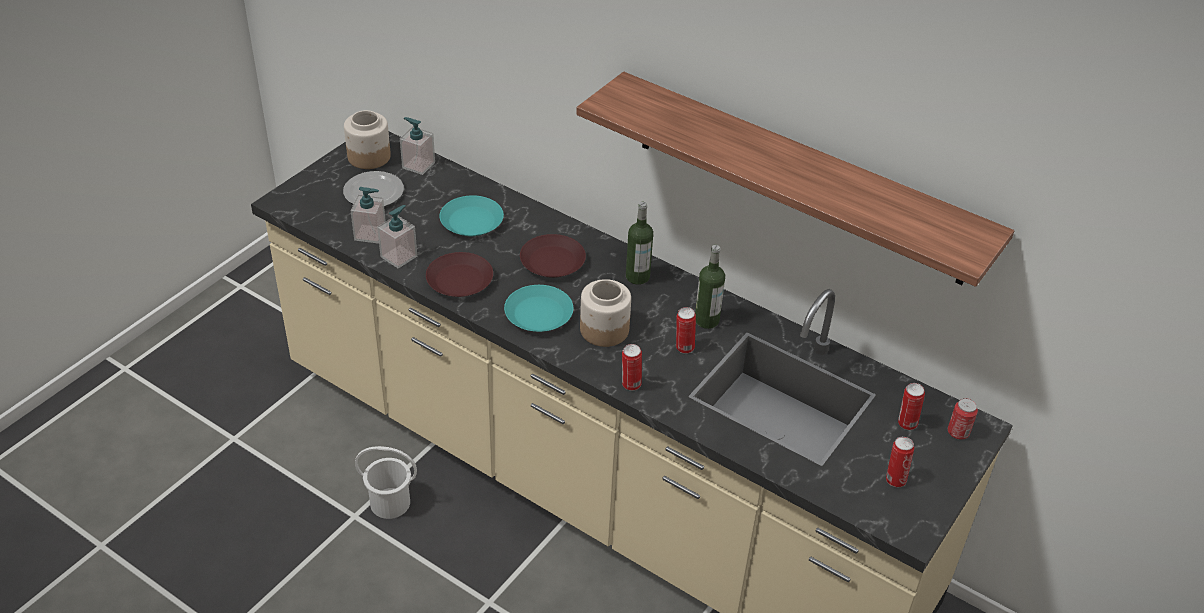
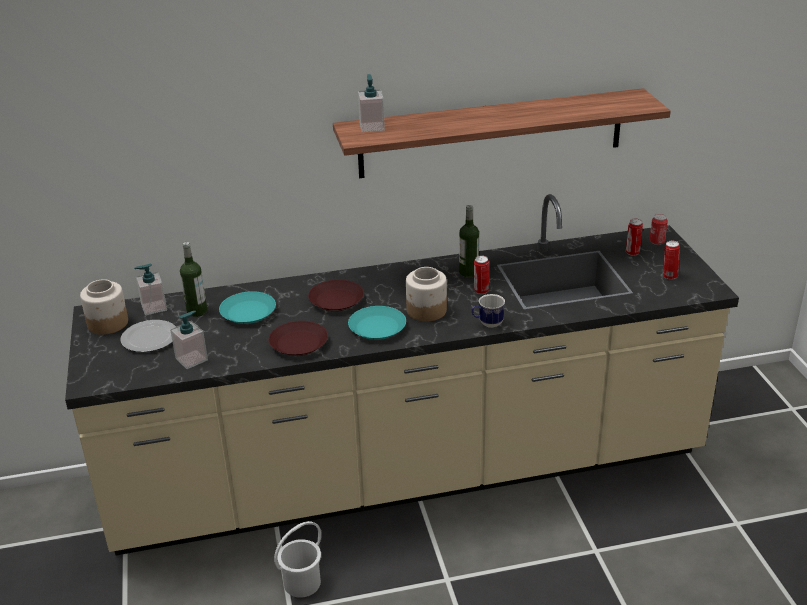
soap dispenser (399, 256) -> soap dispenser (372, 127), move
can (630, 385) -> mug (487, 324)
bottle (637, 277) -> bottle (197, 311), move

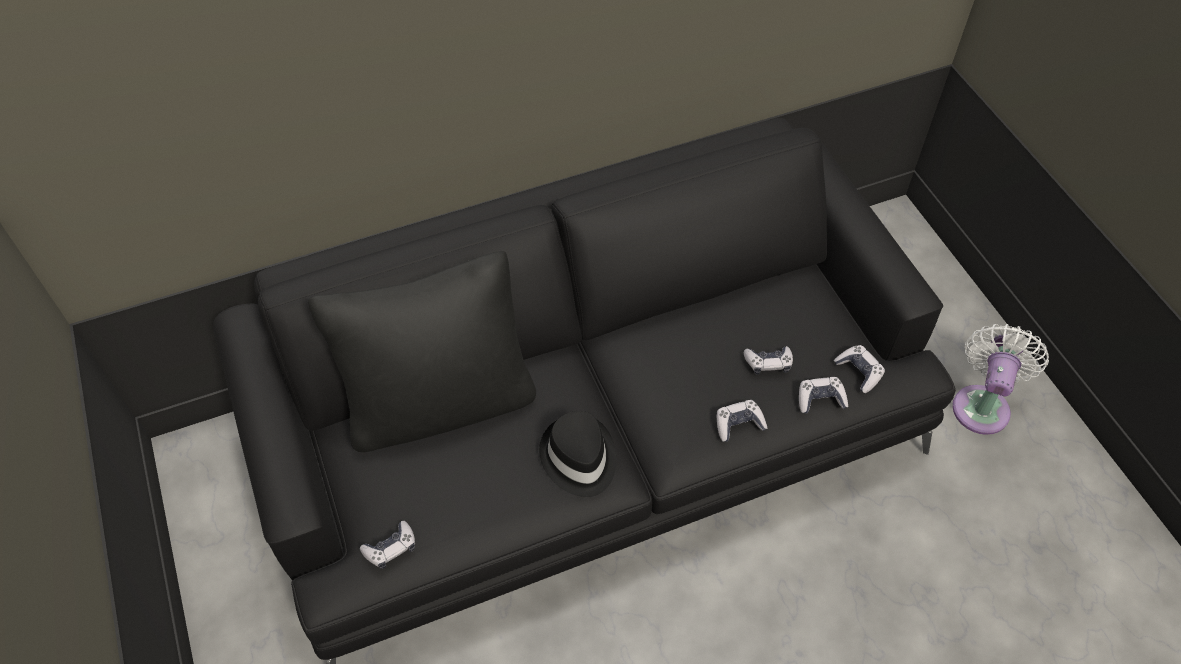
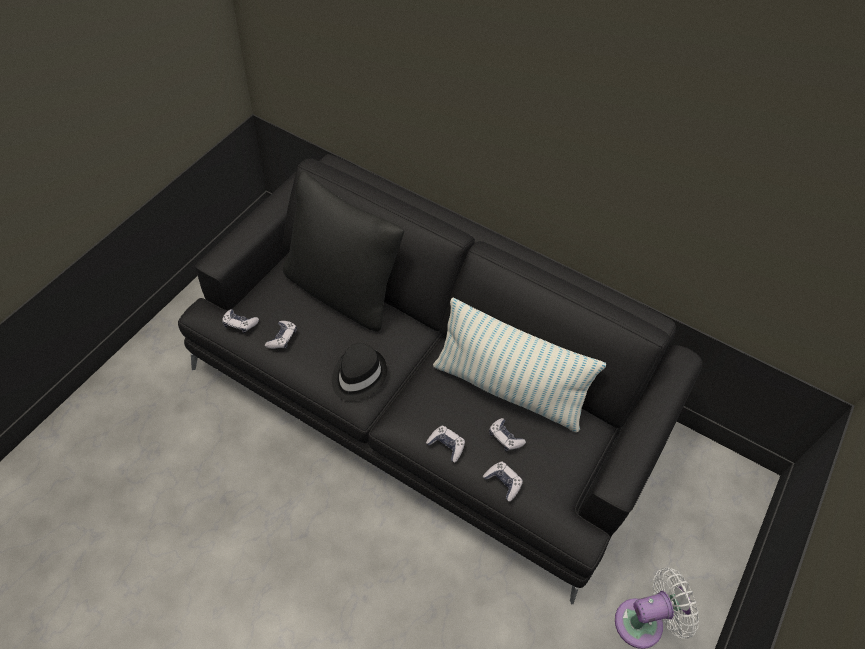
game controller (859, 372) -> game controller (282, 338), move
none -> pillow (508, 389)

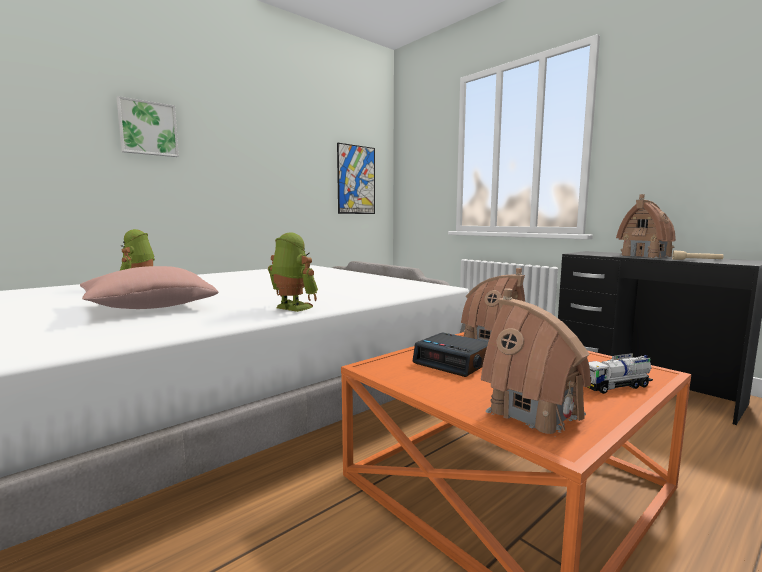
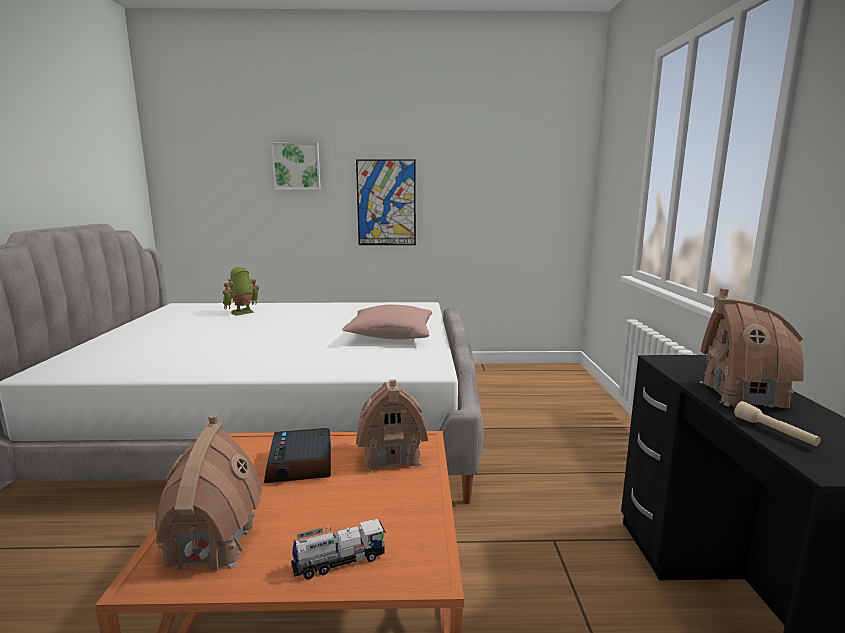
pillow/pink (148, 307) -> pillow/pink (390, 336), move
toy robot (291, 308) -> none
picture (356, 180) -> picture (386, 203), move
toy truck (616, 386) -> toy truck (339, 561), 135 degrees clockwise

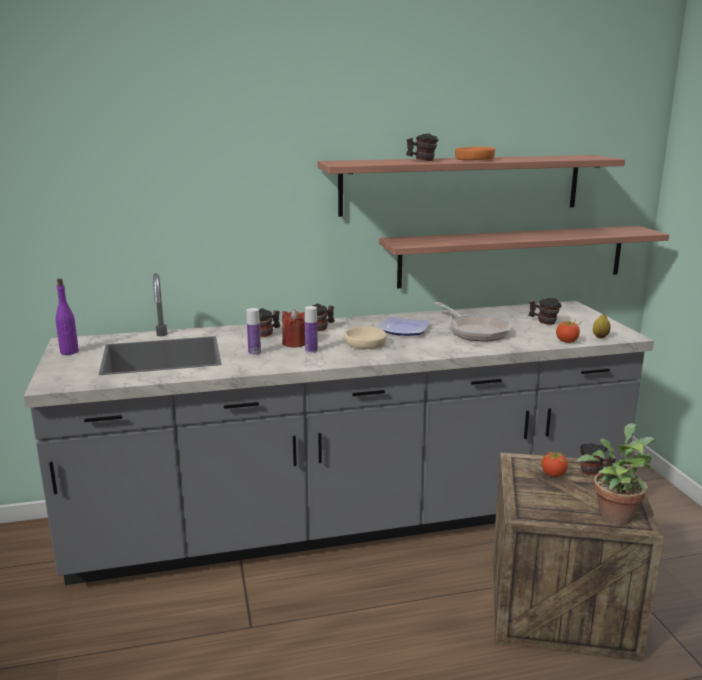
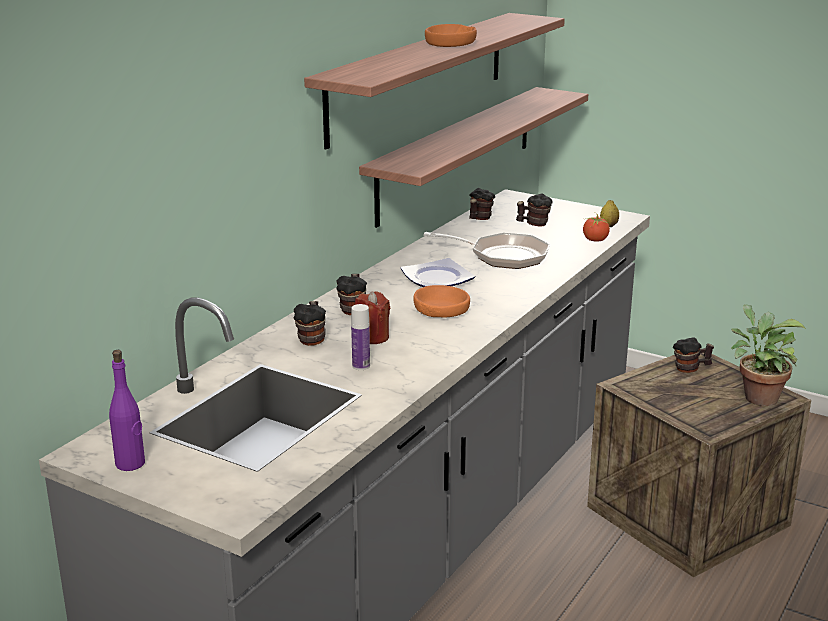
bottle (311, 351) -> none
bowl/beige (365, 344) -> bowl/orange (441, 309)
mug (421, 160) -> mug (479, 219), move
tomato (553, 474) -> none

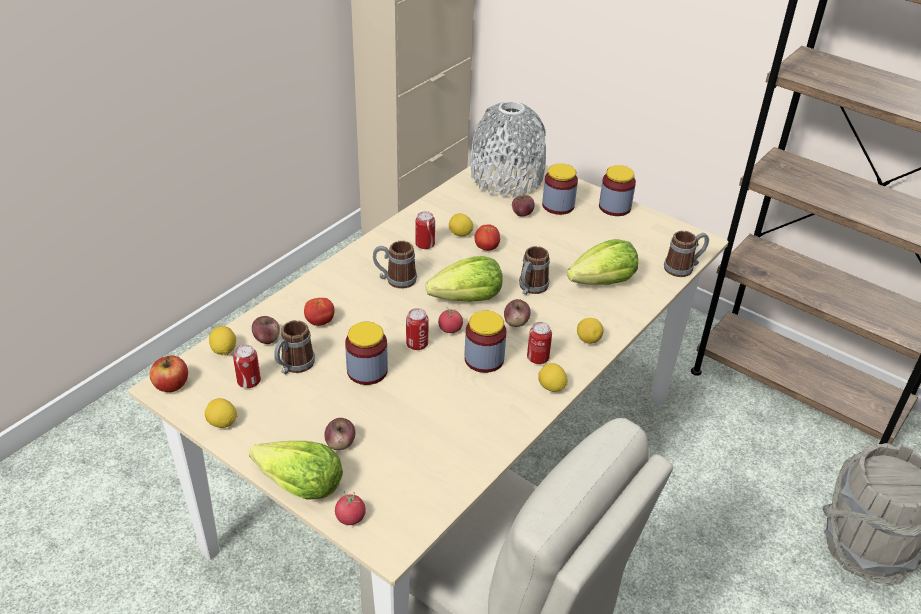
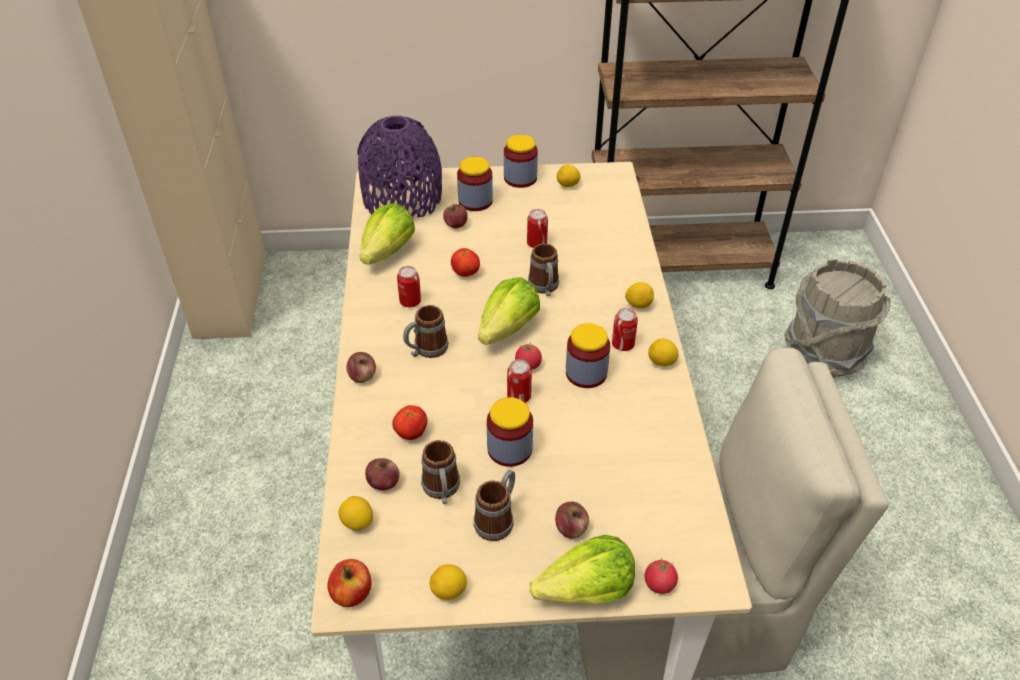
can (249, 382) -> can (537, 243), move
lemon (460, 234) -> lemon (568, 185), move
vase/grey (506, 178) -> vase/purple (402, 199)
apple (516, 322) -> apple (362, 376), move
lettuce (603, 282) -> lettuce (388, 252), move
mug (683, 268) -> mug (498, 518), move

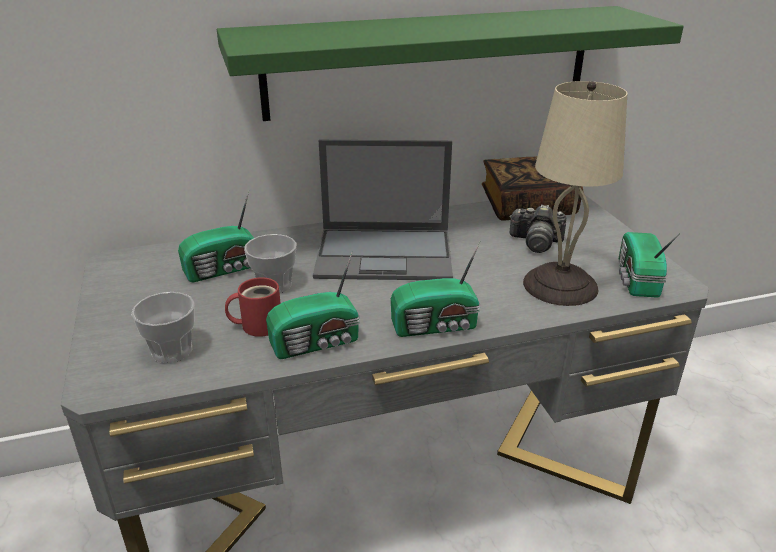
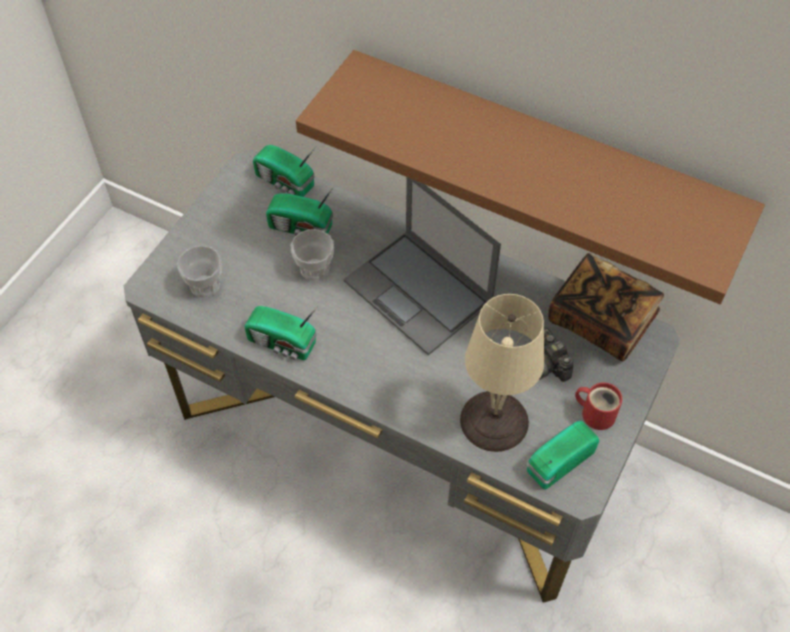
shelf/green (430, 62) -> shelf/brown (542, 154)
mug/red (258, 324) -> mug/red (596, 412), move
radio (437, 326) -> radio (285, 183), move

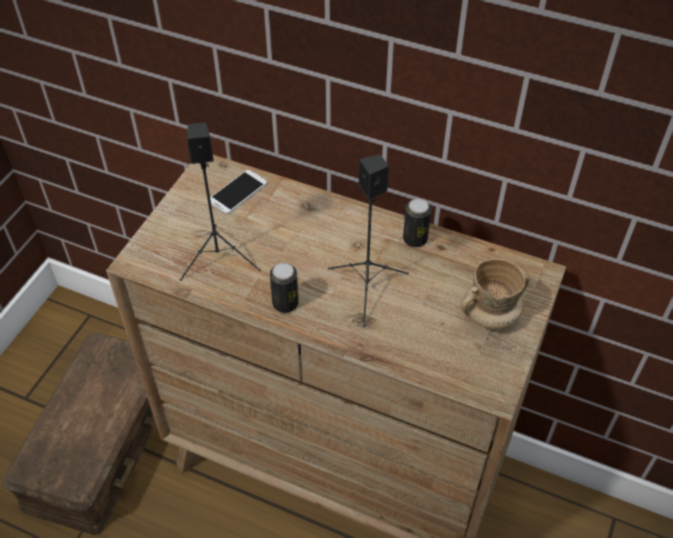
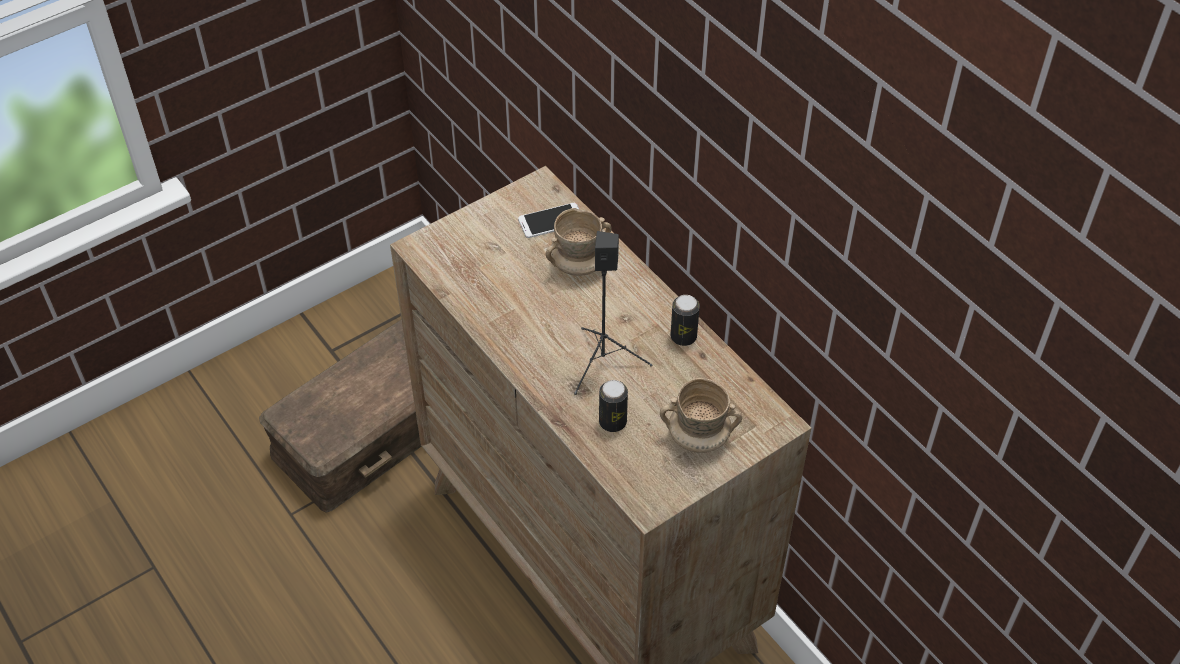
speaker/black (219, 257) -> none
can (285, 303) -> can (612, 422), move
none -> mug/beige (579, 265)

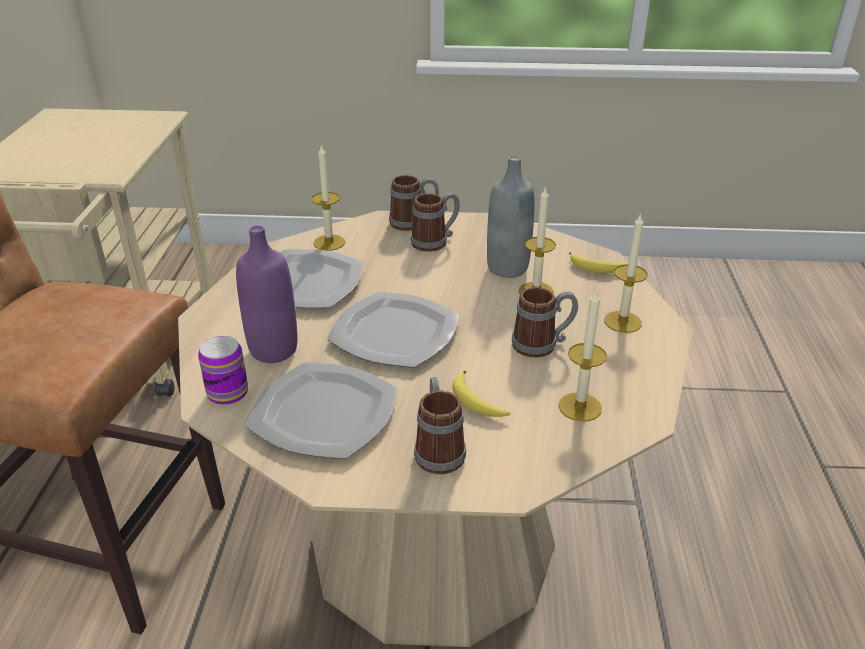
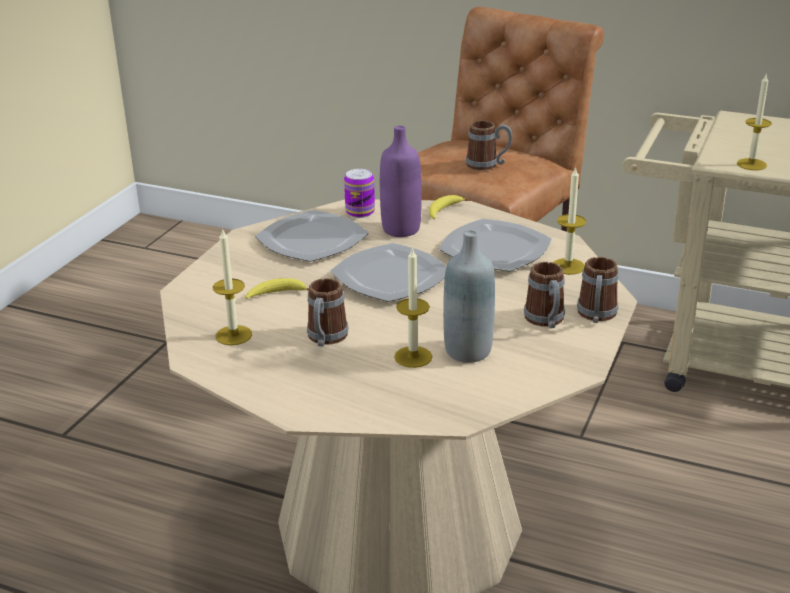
mug (438, 449) -> mug (488, 165), move
banana (598, 268) -> banana (443, 211), move
candle (622, 322) -> candle (751, 164), move

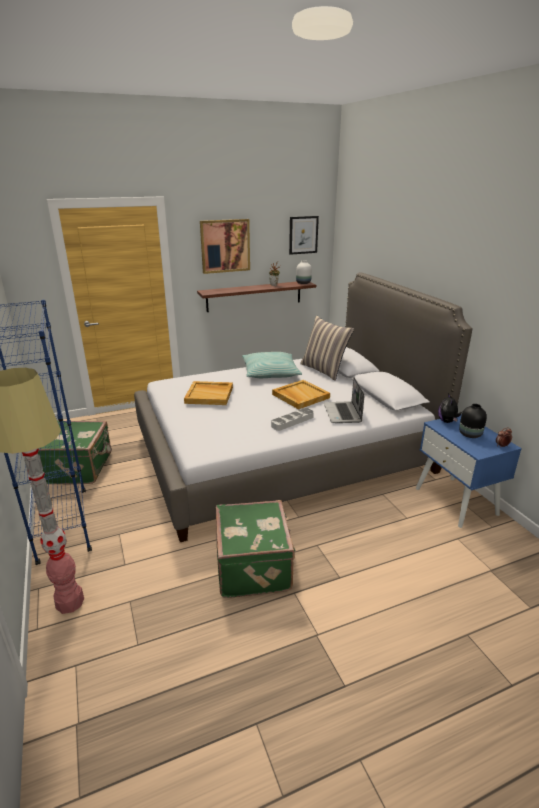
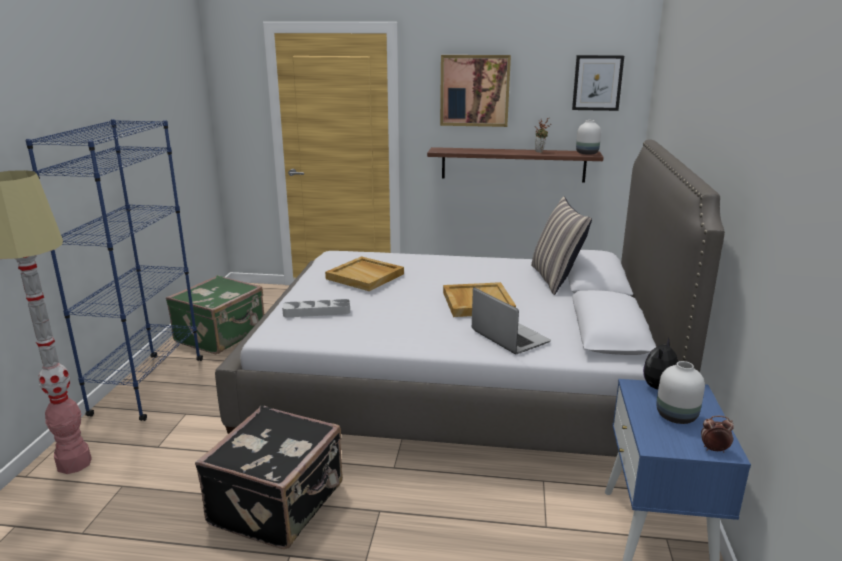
suitcase/green (254, 566) -> suitcase/black (279, 504)
pillow (270, 372) -> none
tray/grey (292, 421) -> tray/grey (317, 312), move
laptop (343, 413) -> laptop (508, 337), 120 degrees clockwise
vase/black (469, 434) -> vase/white (675, 416)

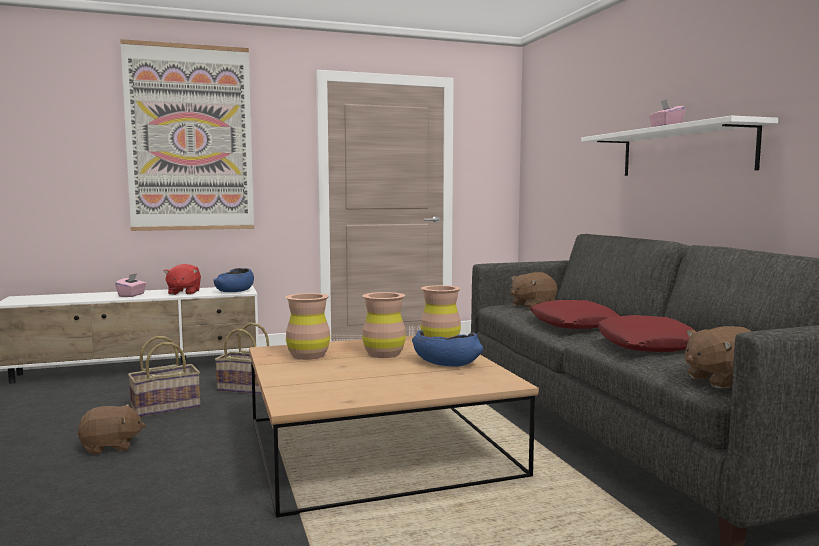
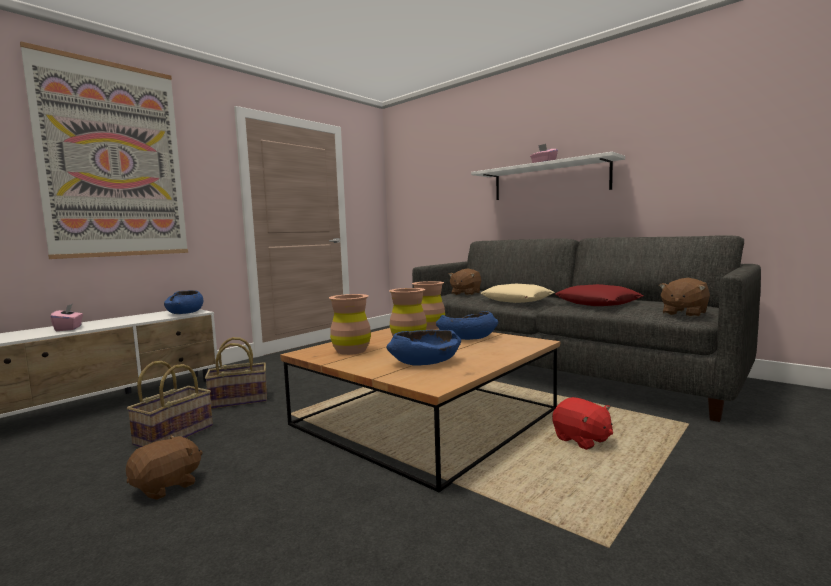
plush toy/red (183, 292) -> plush toy/red (581, 440), move
pillow/red (574, 323) -> pillow/beige (516, 300)
none -> bowl/blue (425, 361)

